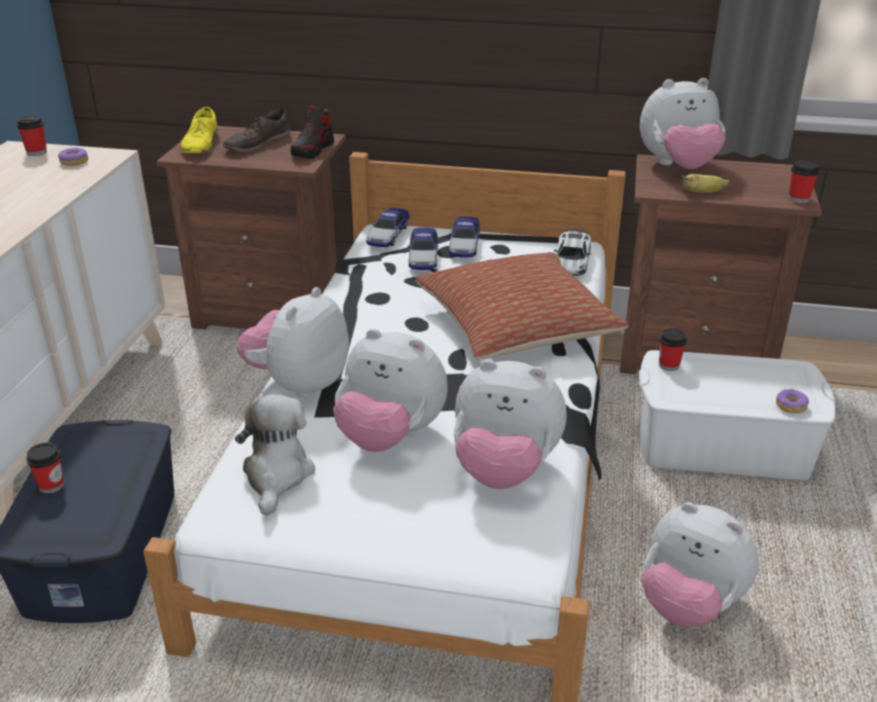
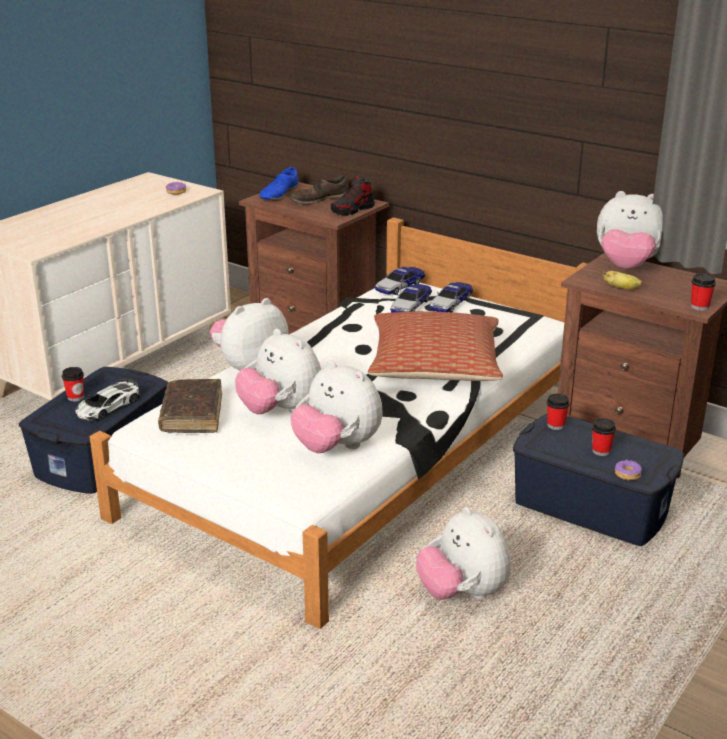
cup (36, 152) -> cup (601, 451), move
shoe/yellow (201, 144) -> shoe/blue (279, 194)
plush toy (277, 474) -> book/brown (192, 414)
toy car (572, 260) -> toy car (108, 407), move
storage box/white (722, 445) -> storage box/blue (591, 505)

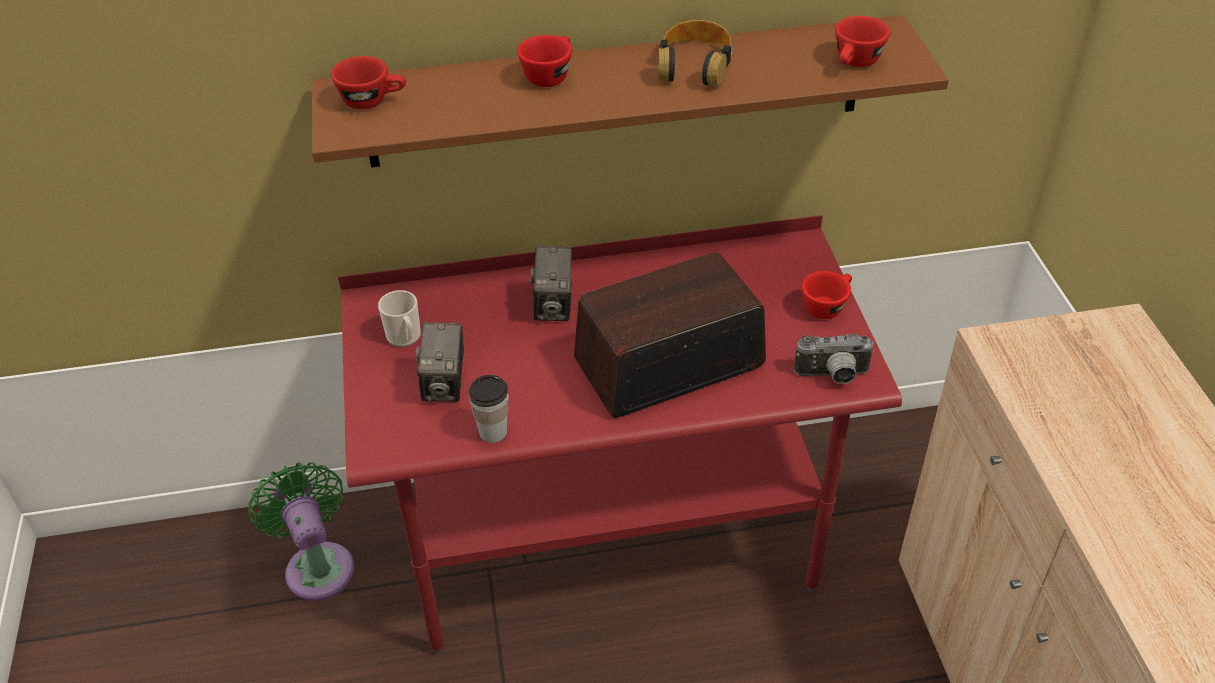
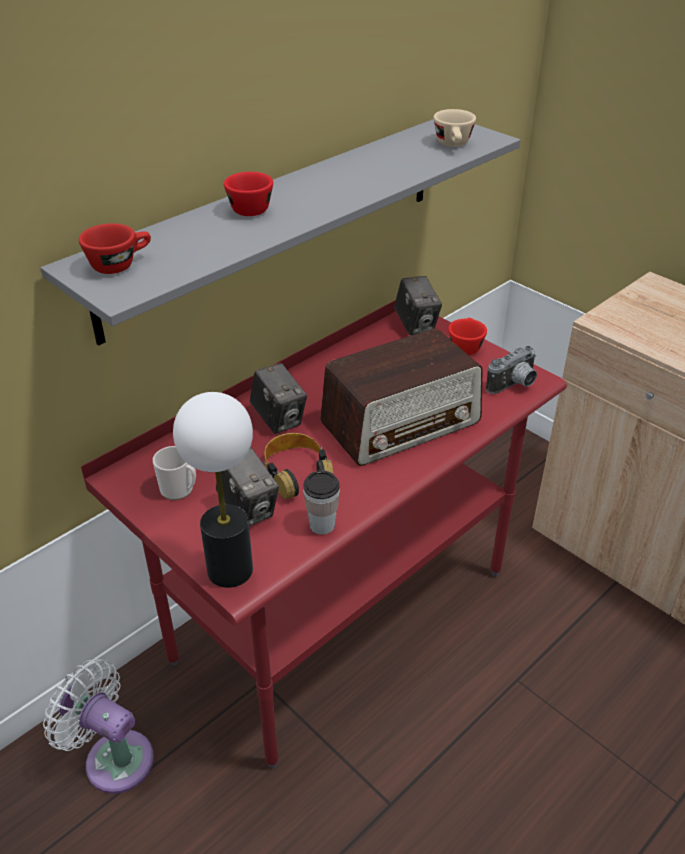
fan/green (318, 565) -> fan/white (113, 757)
shelf/brown (616, 92) -> shelf/grey (277, 221)
radio (668, 364) -> radio (401, 423), 150 degrees counterclockwise
headphones (694, 64) -> headphones (297, 473), move
cup/red (855, 63) -> cup/beige (454, 145)
none -> table lamp (230, 569)
none -> photo camera (416, 325)

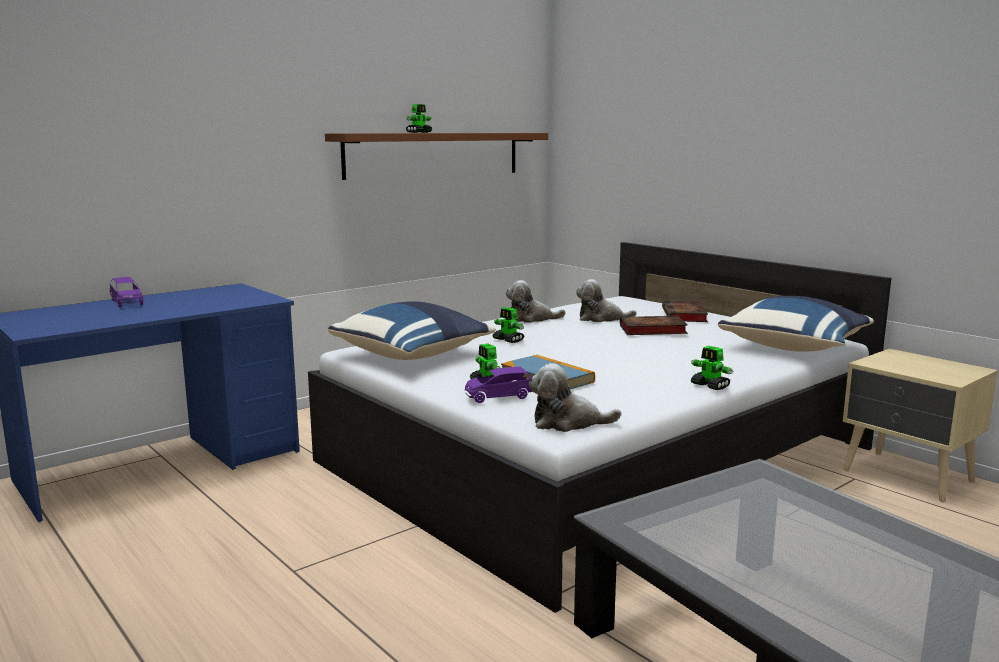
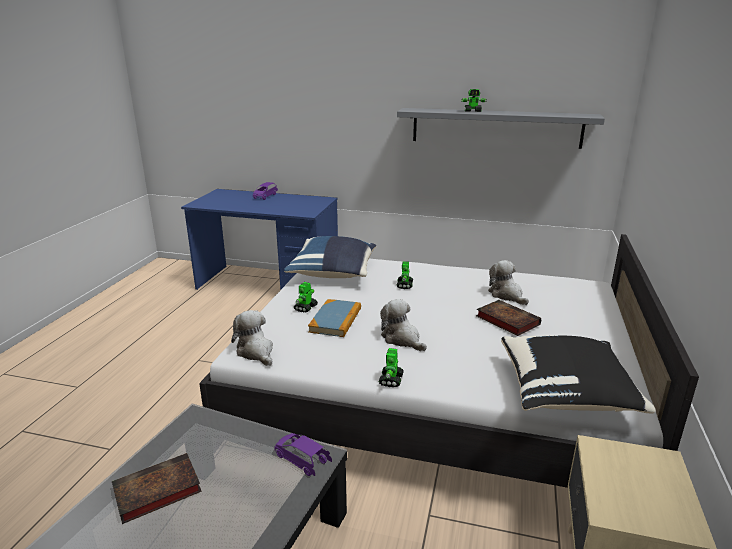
shelf/brown (434, 154) -> shelf/grey (496, 127)
toy car/purple (498, 397) -> toy car/purple (302, 460), move
plush toy (531, 319) -> plush toy (402, 339), move
book (685, 316) -> book (155, 492), move
pillow/blue (796, 347) -> pillow/black (566, 394)

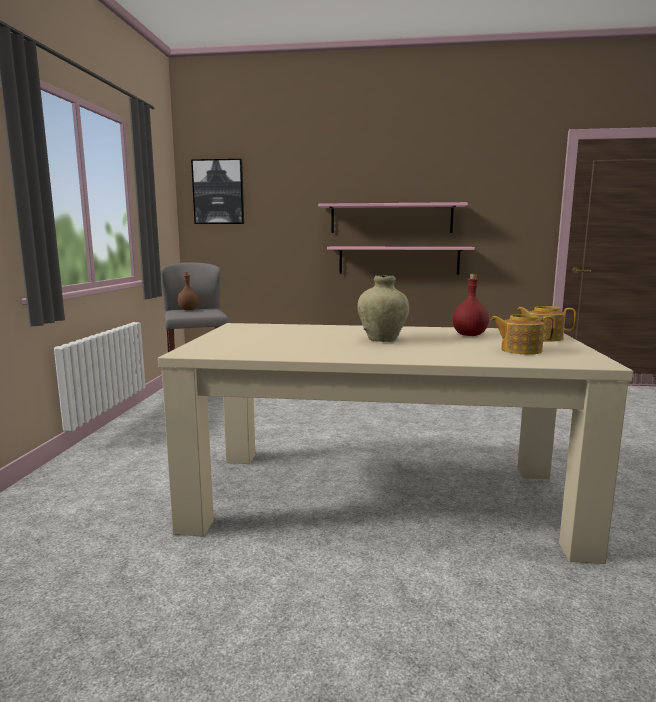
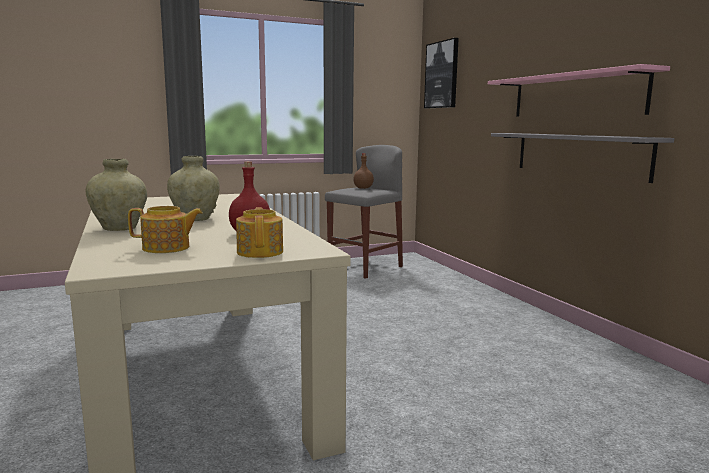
shelf/pink (398, 260) -> shelf/grey (579, 154)
teapot (520, 350) -> teapot (167, 248), 105 degrees clockwise
none -> vase/beige (119, 228)

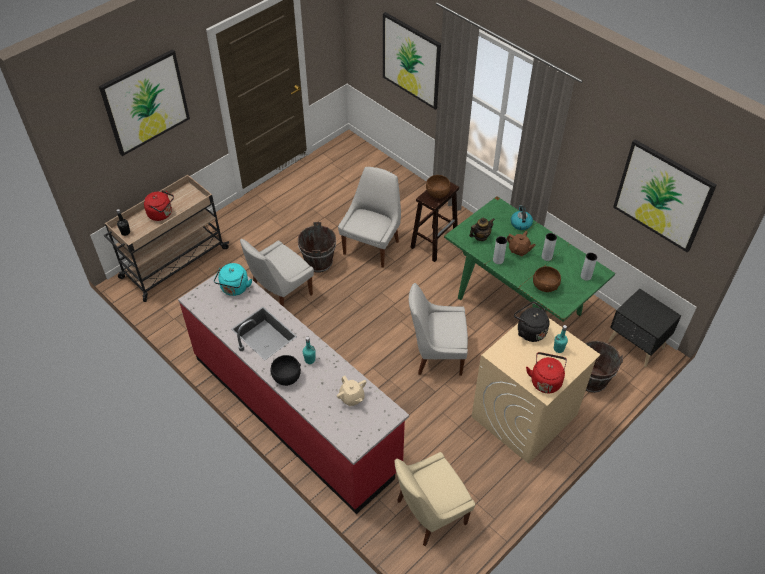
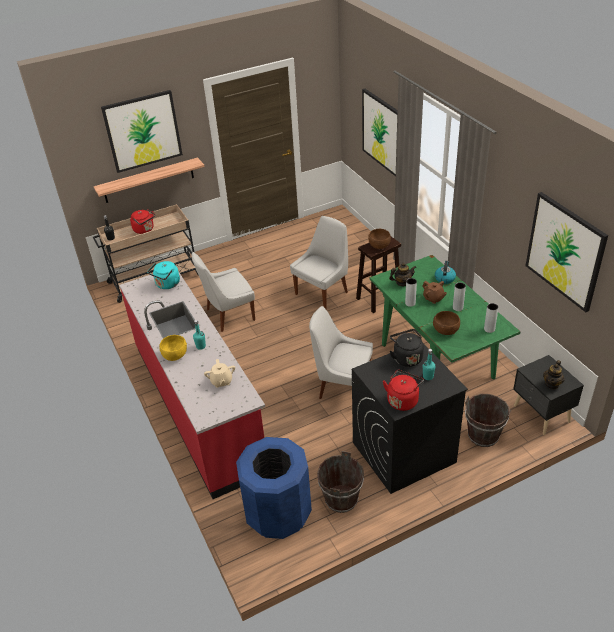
bowl/black (286, 377) -> bowl/yellow (175, 355)
bucket/brown (318, 262) -> bucket/brown (341, 499), move
chair/beige (428, 513) -> trash can/blue (278, 514)
washing machine/beige (524, 416) -> washing machine/black (403, 453)
none -> shelf (148, 180)
none -> teapot (552, 384)

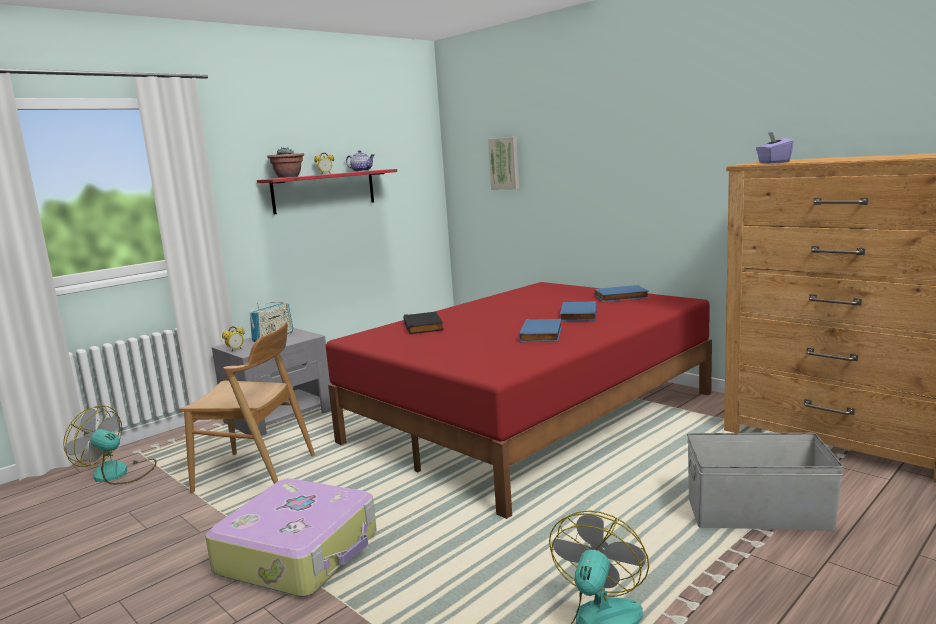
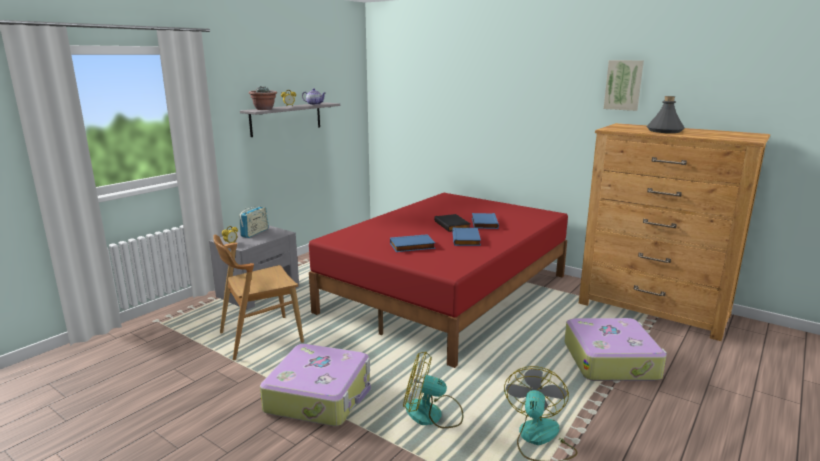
fan (118, 474) -> fan (432, 414), move
chair/brown (256, 473) -> chair/brown (260, 337), 150 degrees clockwise
shelf/red (324, 191) -> shelf/grey (286, 119)
book/black (424, 326) -> book/black (453, 225), move
picture (505, 163) -> picture (623, 85), move
book/blue (621, 297) -> book/blue (412, 246), move
storage box/grey (757, 513) -> suitcase (611, 360)
tissue box/purple (773, 162) -> none
none -> bottle/grey (665, 131)

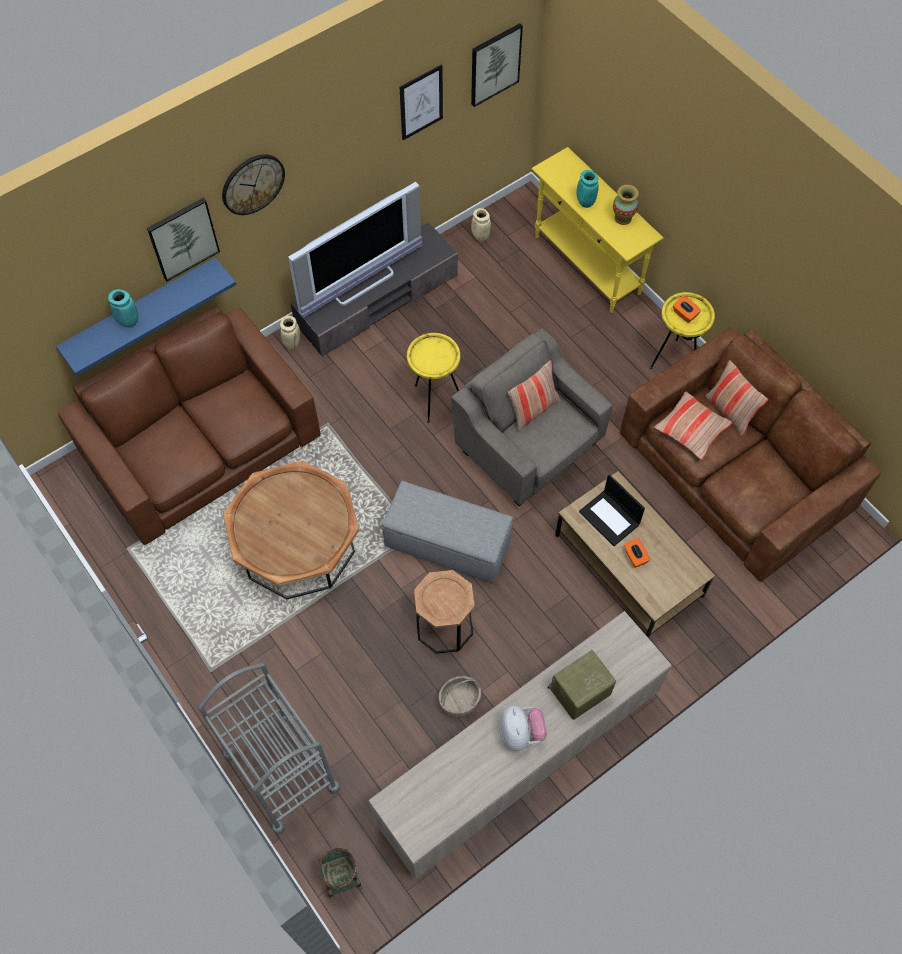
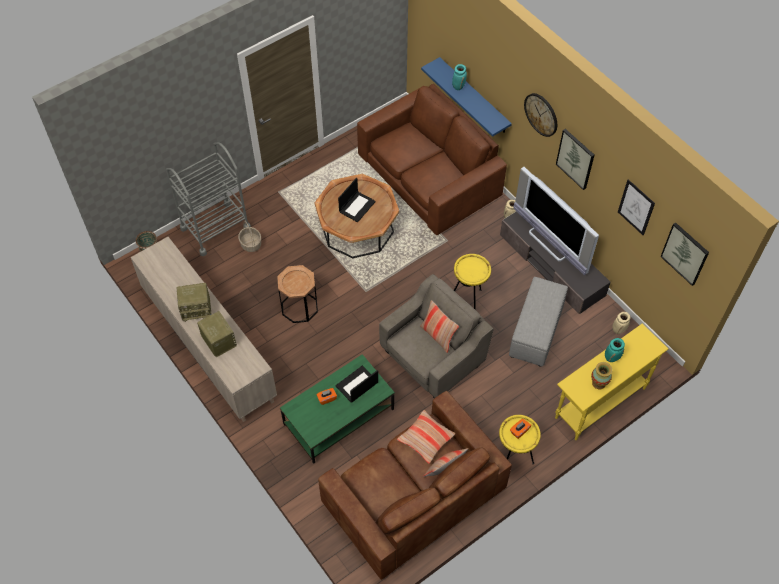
picture (183, 238) -> picture (575, 158), move
ottoman/grey (446, 543) -> ottoman/grey (536, 330), move
basket (459, 701) -> basket (250, 244), move
plush toy (520, 733) -> radio (197, 309)
coffee table/brown (629, 566) -> coffee table/green (338, 417)
none -> laptop (357, 206)

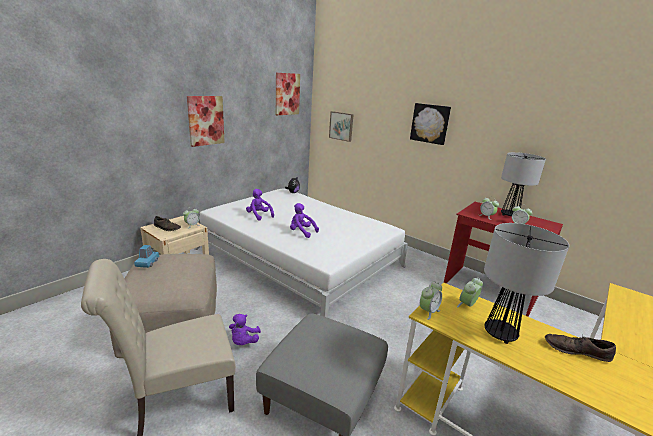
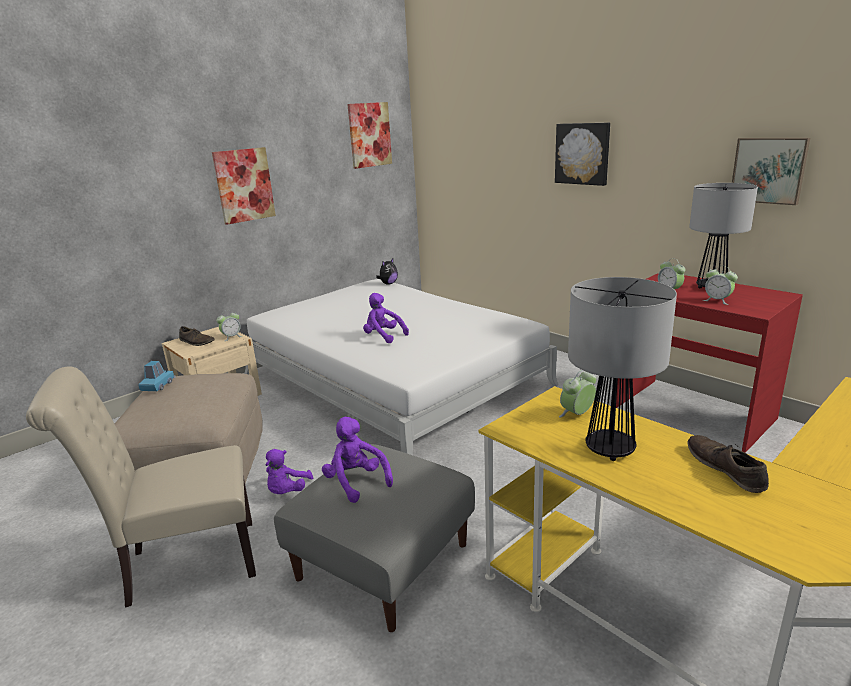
plush toy/purple (259, 216) -> plush toy/purple (356, 482), move
picture (341, 126) -> picture (769, 170), move
alarm clock (428, 311) -> none
shoe/brown (576, 350) -> shoe/brown (725, 468), 45 degrees clockwise

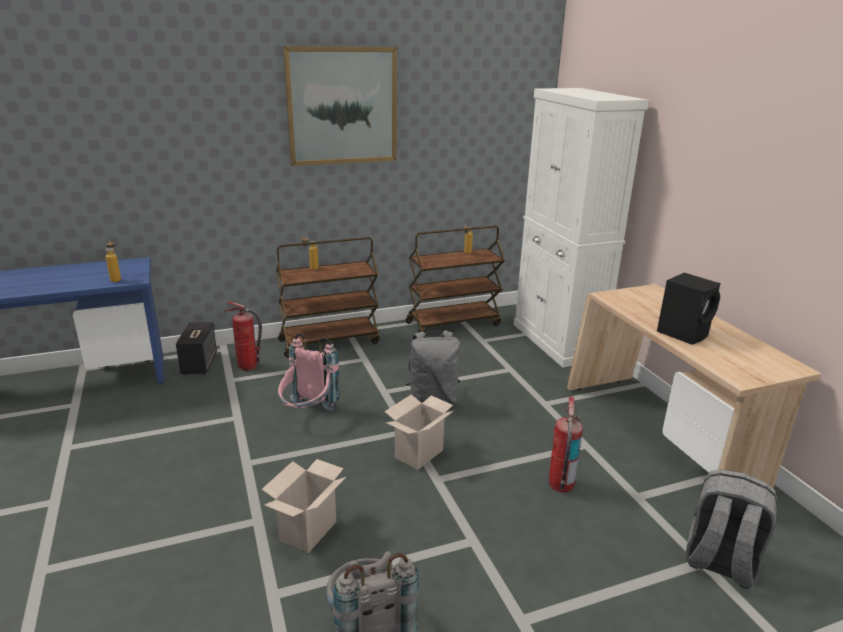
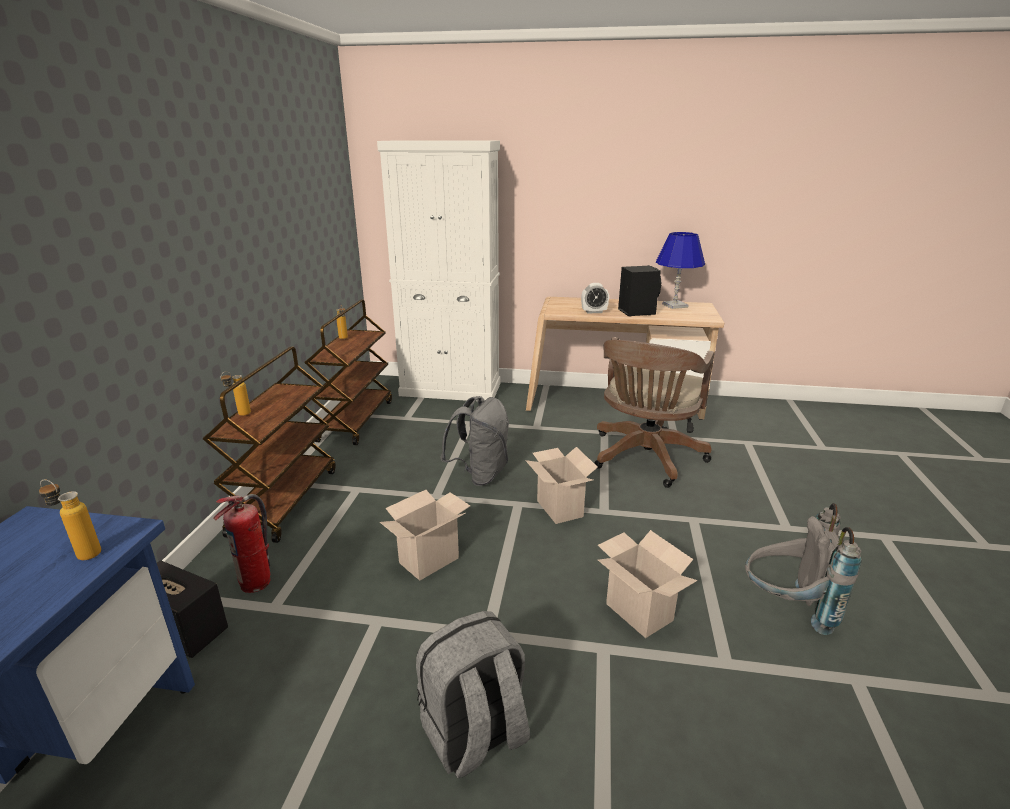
backpack/pink (308, 415) -> cardboard box (429, 559)
picture (342, 106) -> none
fire extinguisher (560, 484) -> office chair/brown (645, 459)
backpack/grey (719, 563) -> backpack/grey (474, 736), move
none -> alarm clock (594, 312)
none -> table lamp/blue (674, 305)

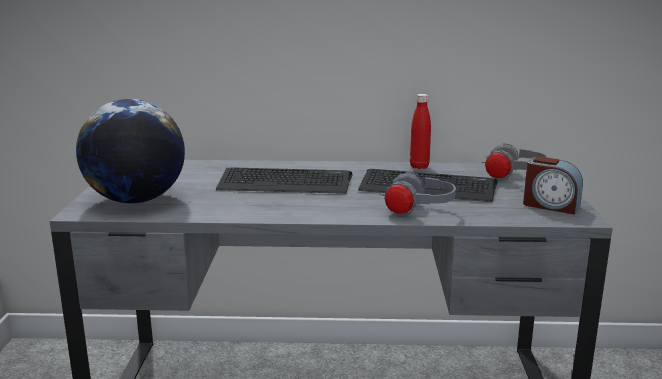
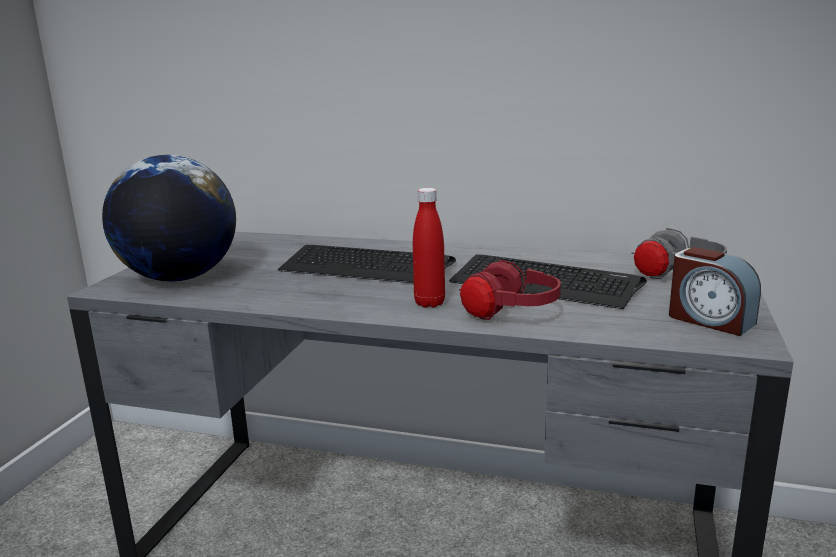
headphones/grey (418, 211) -> headphones/red (510, 315)
bottle/red (419, 166) -> bottle/red (429, 303), move

